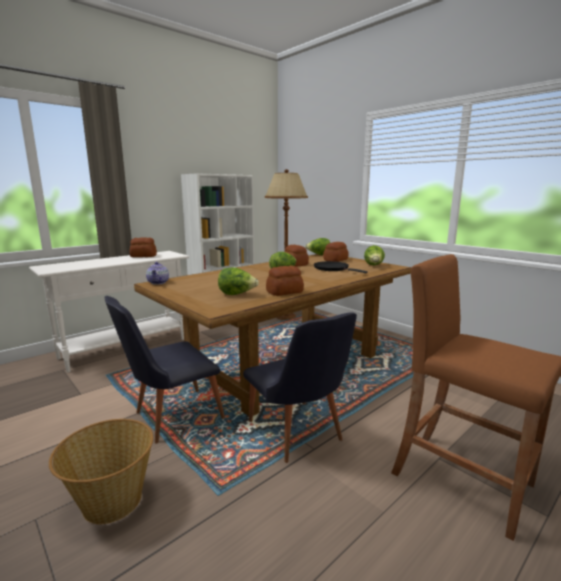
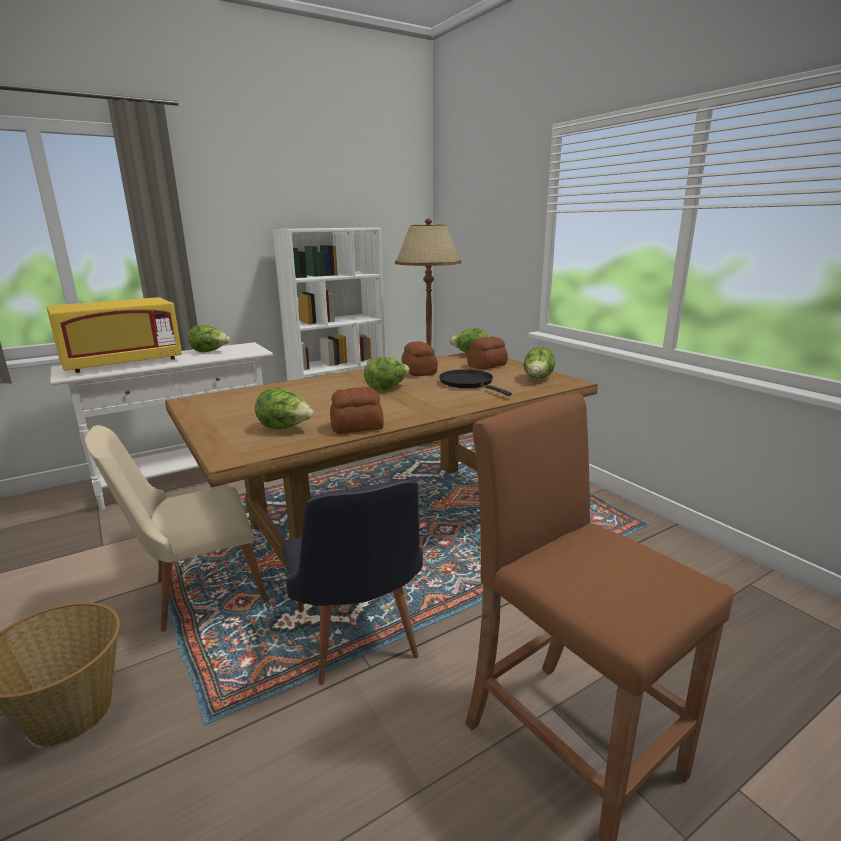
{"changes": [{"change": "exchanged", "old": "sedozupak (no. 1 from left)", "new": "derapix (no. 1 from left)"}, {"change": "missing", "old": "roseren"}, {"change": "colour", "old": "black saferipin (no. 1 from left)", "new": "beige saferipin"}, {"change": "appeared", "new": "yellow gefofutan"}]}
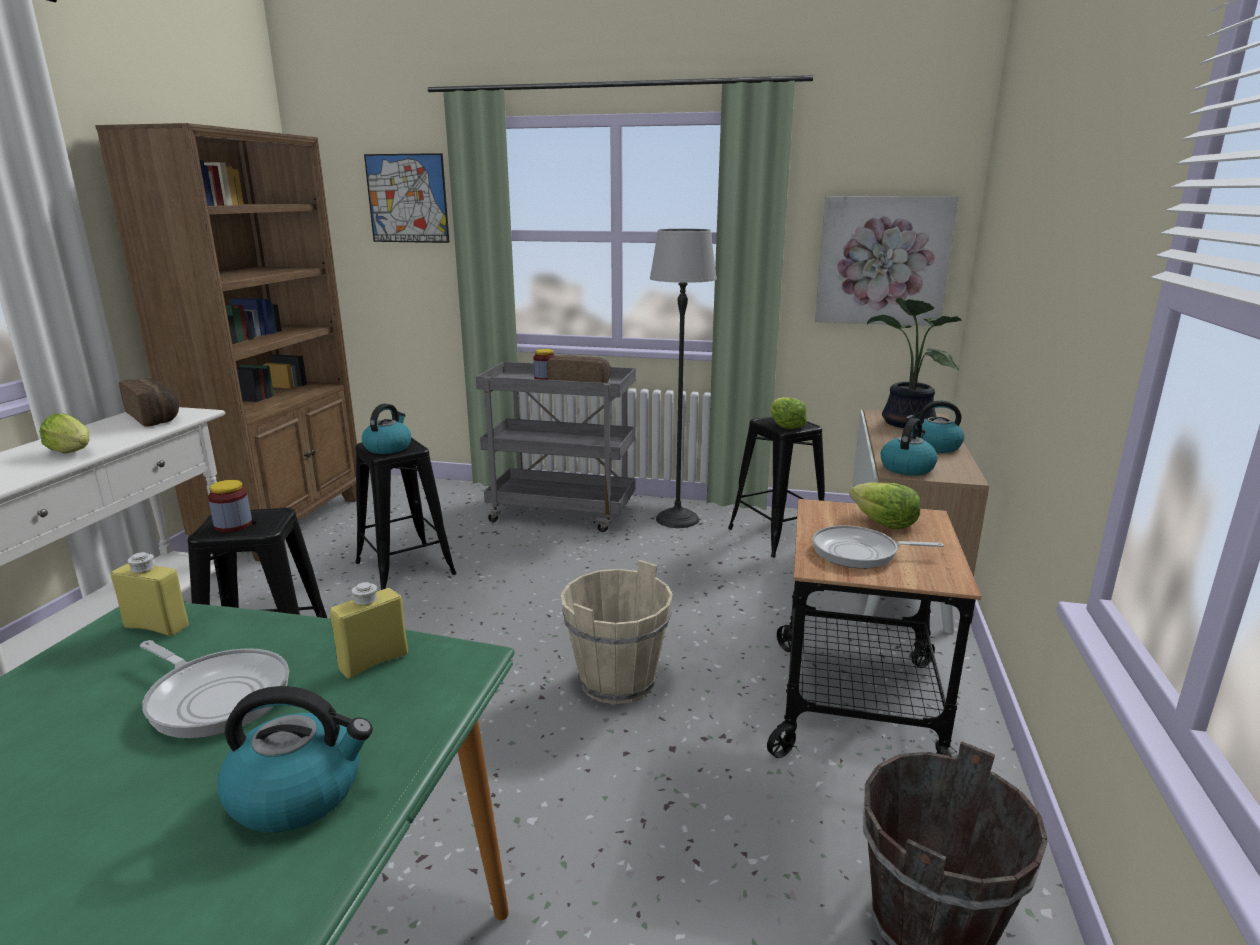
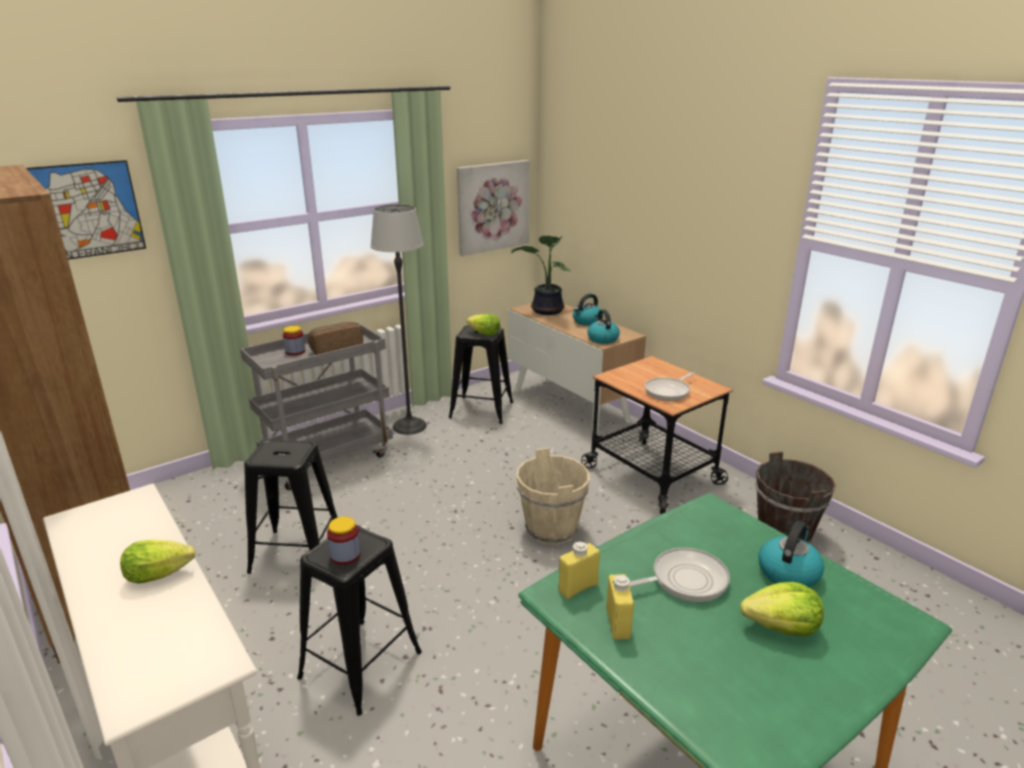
{"changes": [{"change": "missing", "old": "sedozupak (no. 1 from left)"}, {"change": "missing", "old": "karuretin (no. 2 from left)"}, {"change": "relocated", "old": "derapix (no. 3 from left)"}, {"change": "relocated", "old": "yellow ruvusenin (no. 2 from left)"}]}
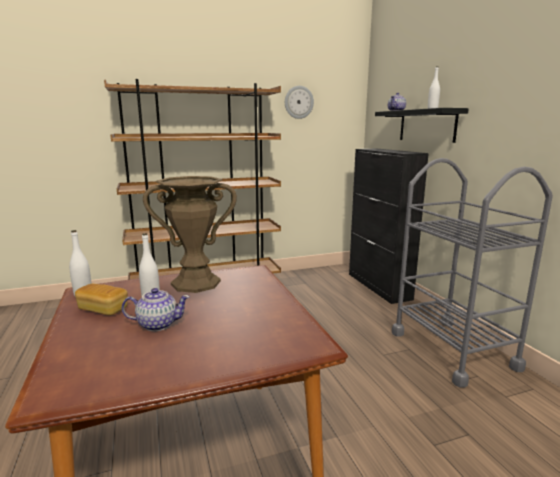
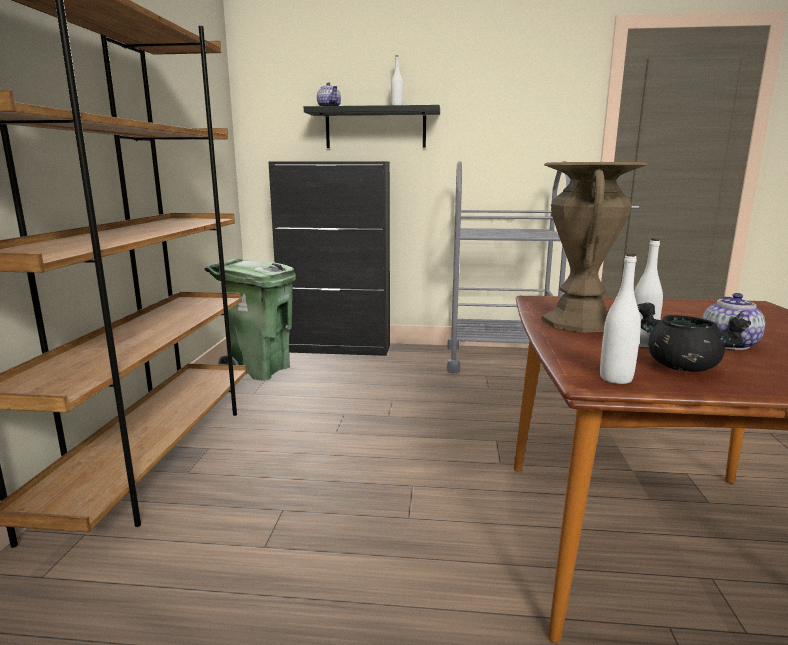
{"changes": [{"change": "missing", "old": "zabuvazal"}, {"change": "exchanged", "old": "sedozupak", "new": "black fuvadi"}, {"change": "appeared", "new": "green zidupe"}]}
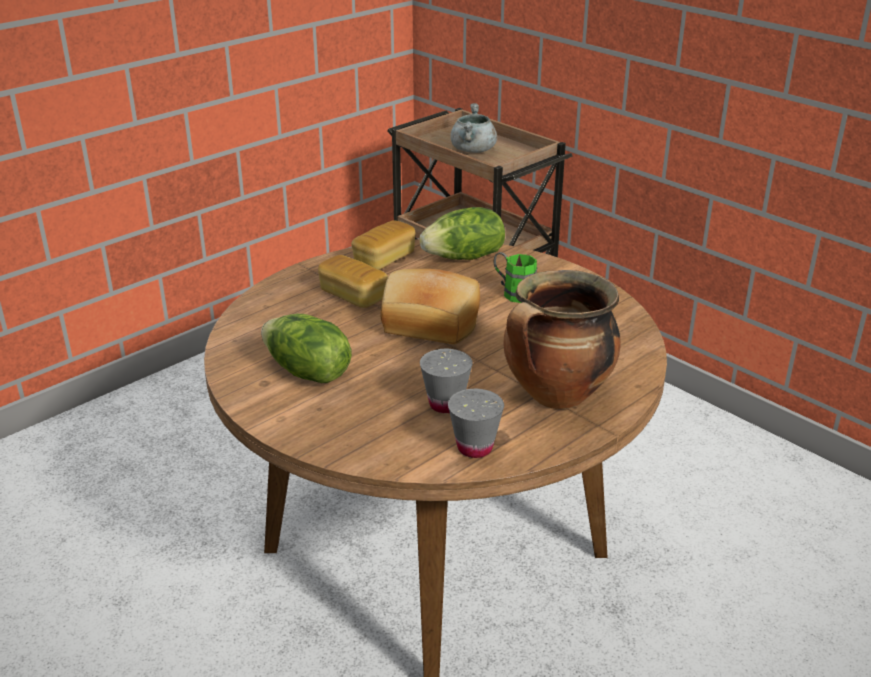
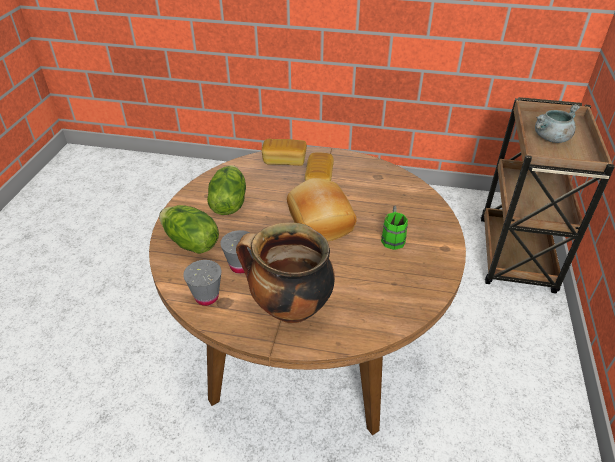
{"changes": [{"change": "relocated", "old": "derapix (no. 2 from left in the first image)", "new": "derapix (no. 1 from left)"}, {"change": "relocated", "old": "sedozupak (no. 2 from left in the first image)", "new": "sedozupak (no. 1 from left)"}]}
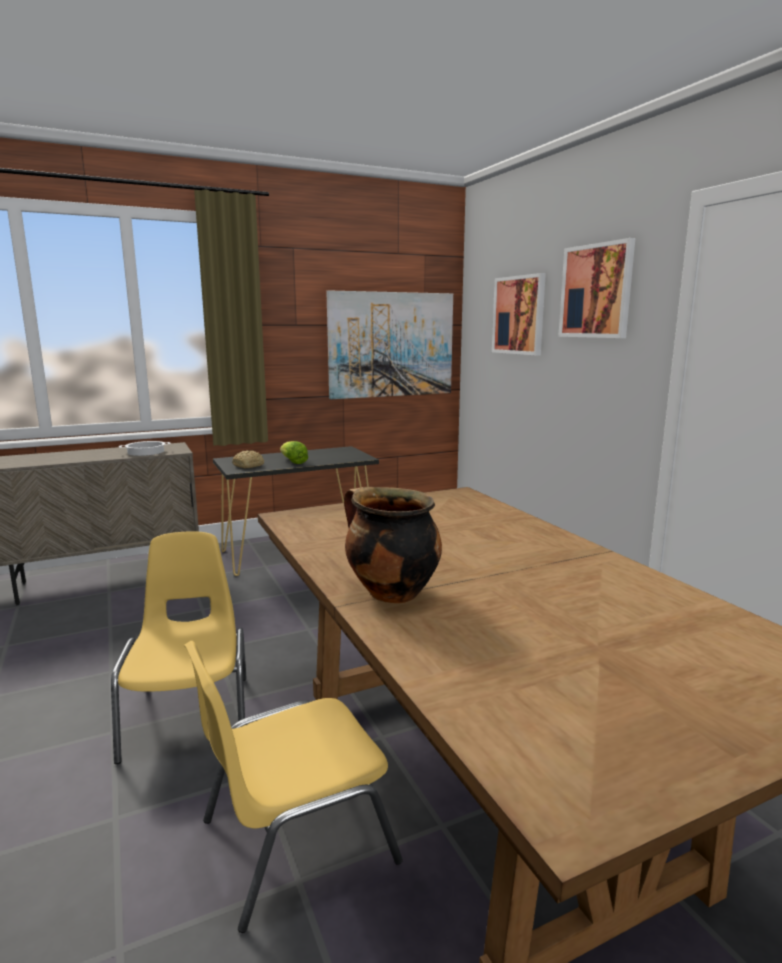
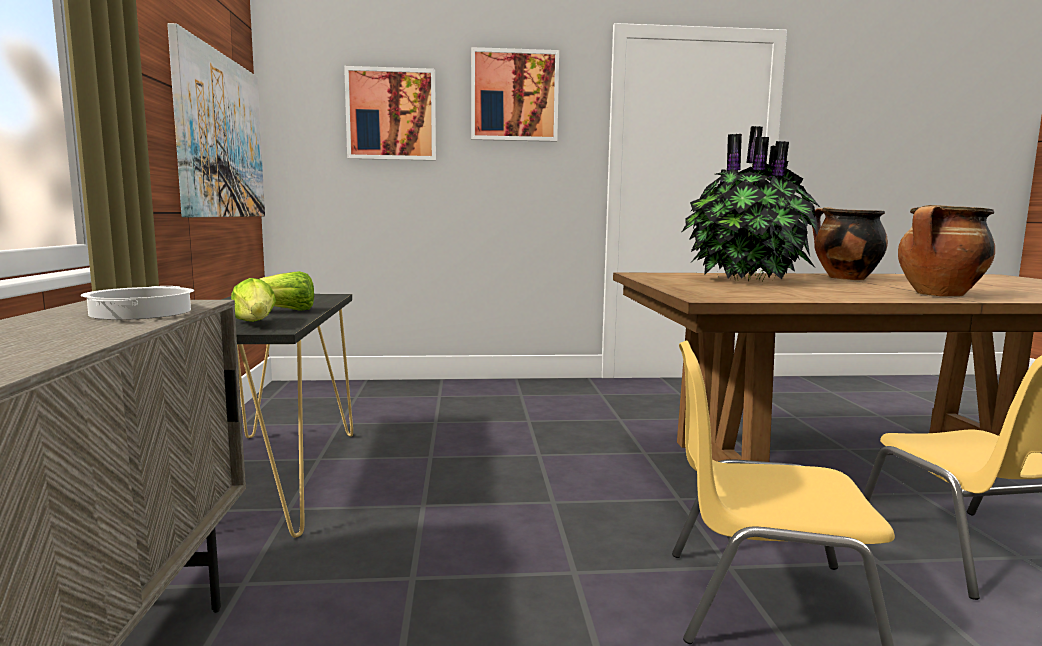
{"changes": [{"change": "exchanged", "old": "sedozupak", "new": "derapix (no. 1 from left)"}, {"change": "appeared", "new": "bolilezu"}, {"change": "appeared", "new": "fuvadi (no. 2 from left)"}]}
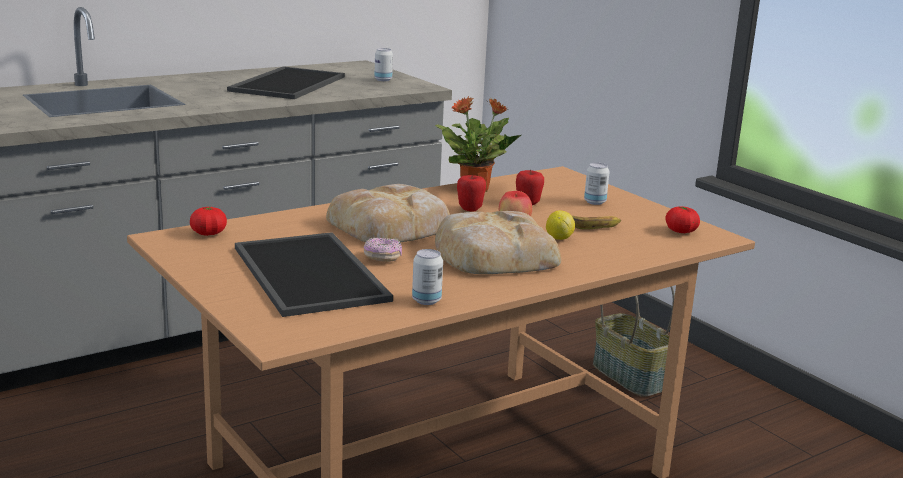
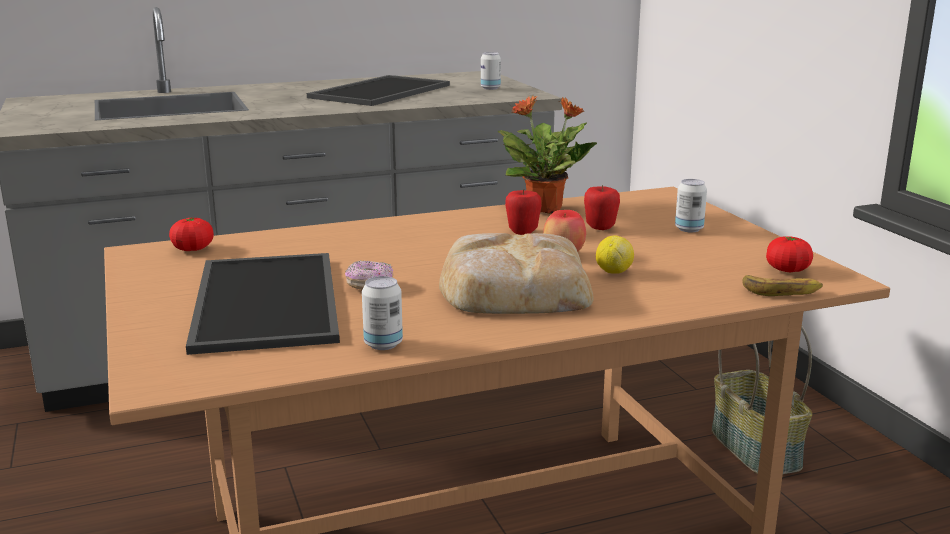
{"changes": [{"change": "missing", "old": "sedozupak (no. 1 from left)"}, {"change": "relocated", "old": "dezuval"}]}
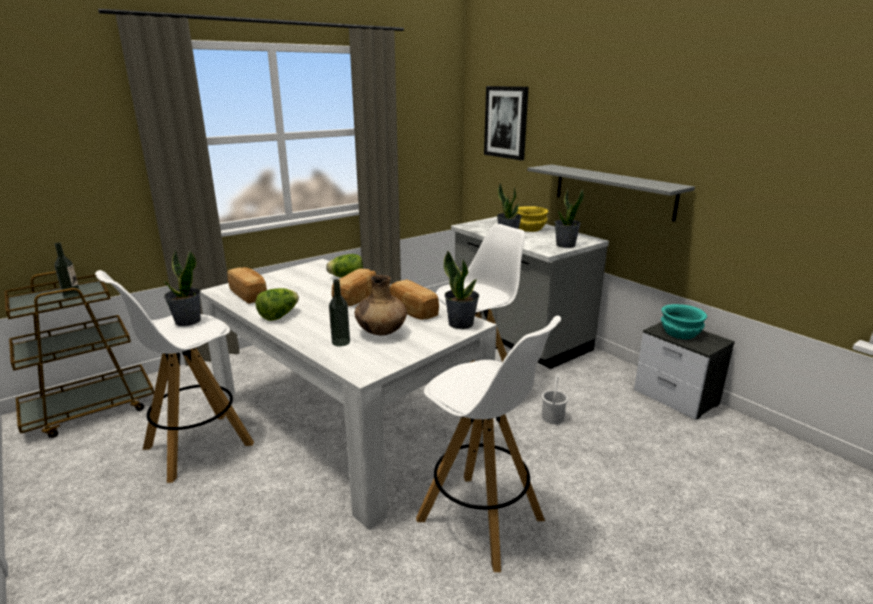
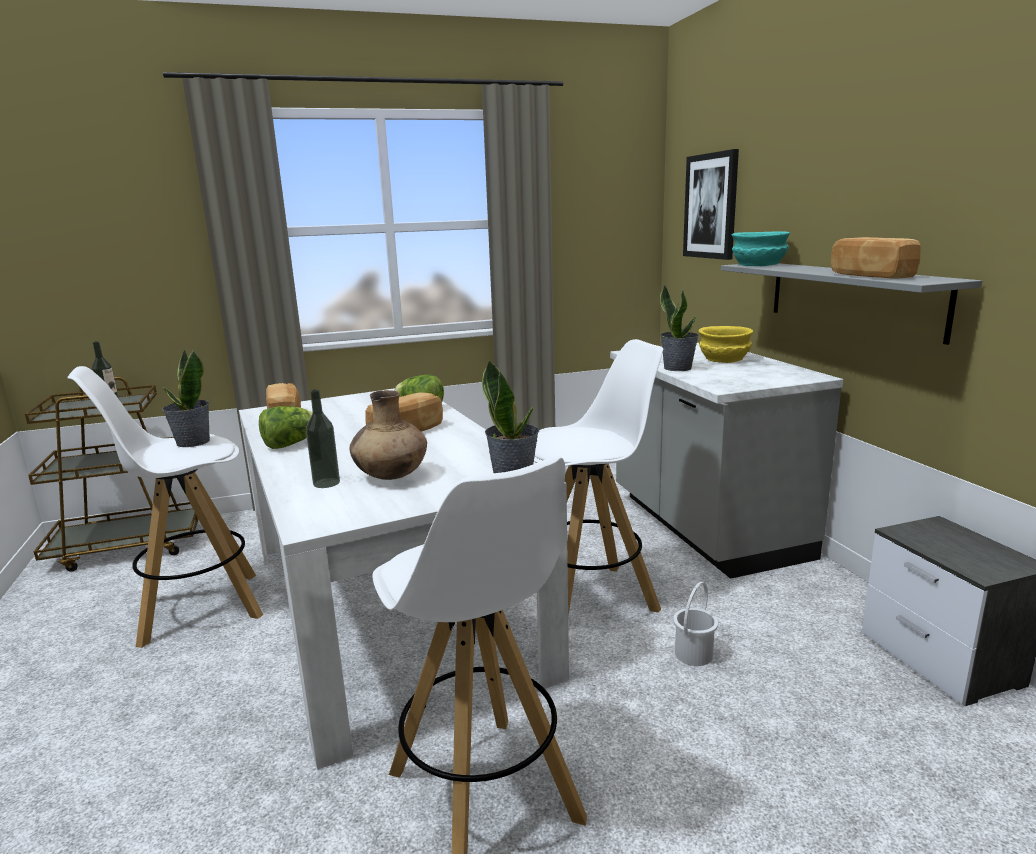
{"changes": [{"change": "missing", "old": "bolilezu (no. 4 from left)"}, {"change": "relocated", "old": "sedozupak (no. 3 from left)"}, {"change": "relocated", "old": "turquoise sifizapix"}]}
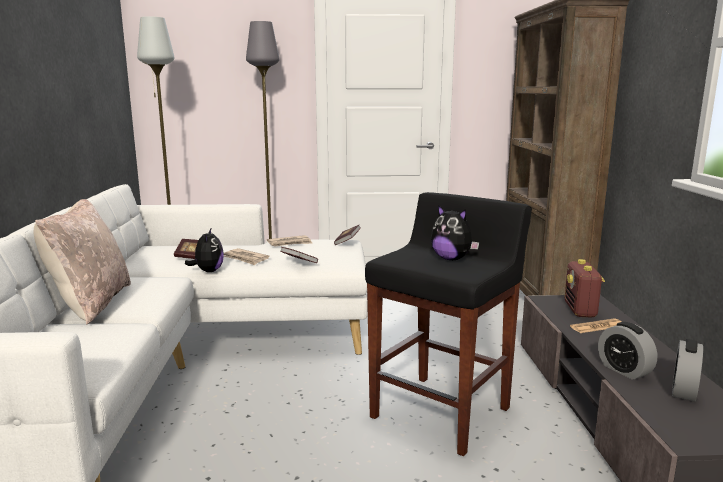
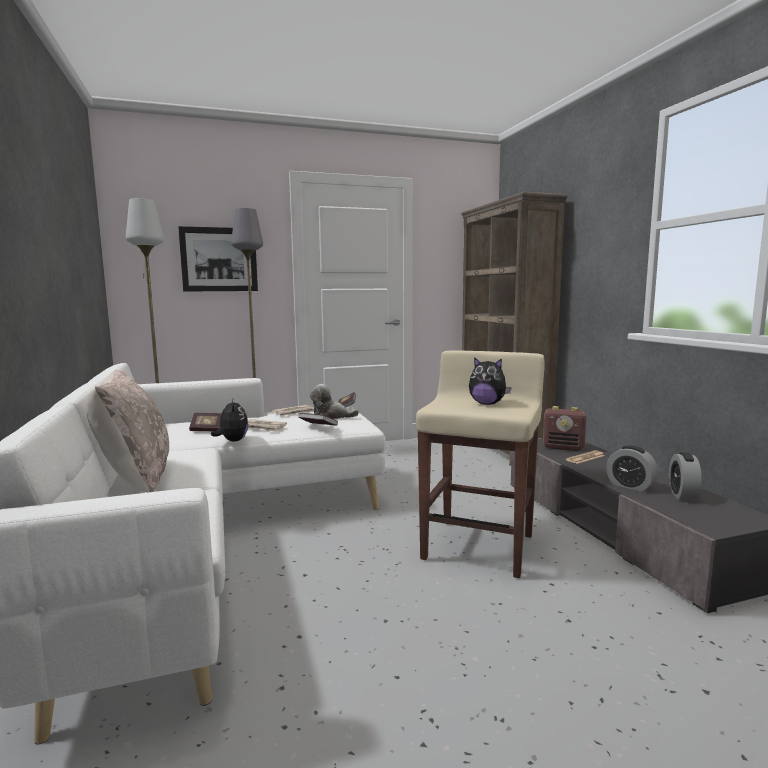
{"changes": [{"change": "colour", "old": "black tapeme", "new": "beige tapeme"}, {"change": "spun", "old": "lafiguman", "degrees": -60}, {"change": "appeared", "new": "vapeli"}, {"change": "appeared", "new": "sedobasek (no. 2 from left)"}]}
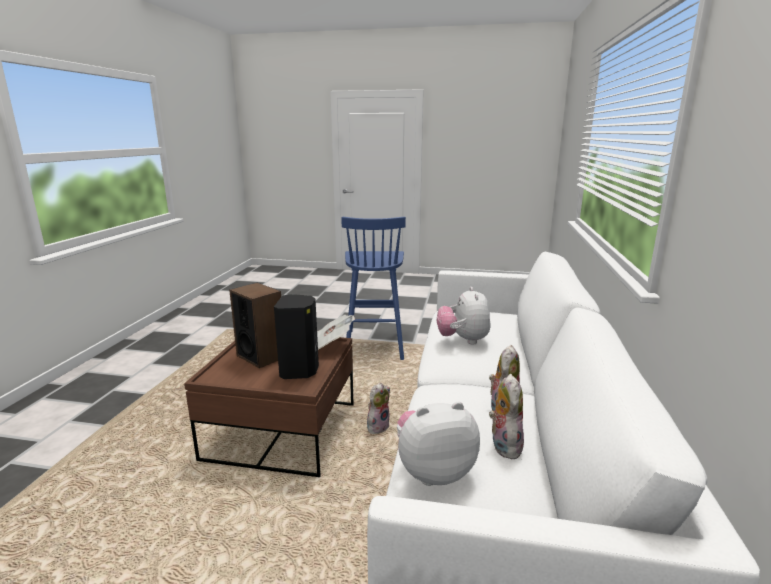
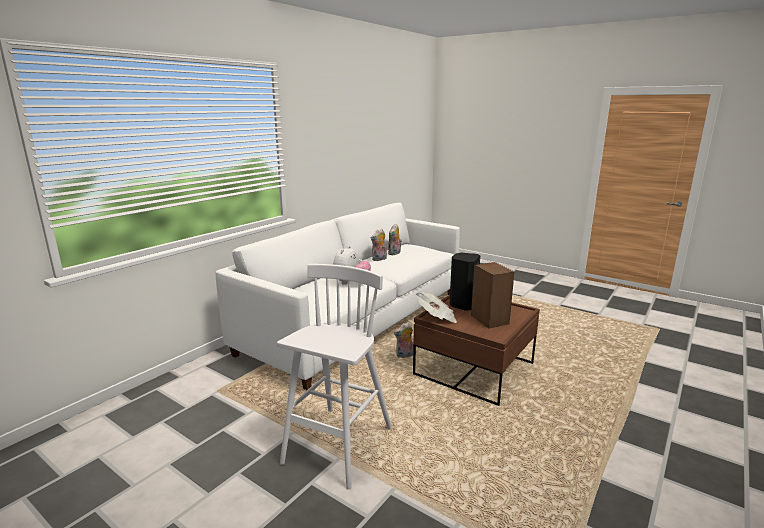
{"changes": [{"change": "colour", "old": "blue tapeme", "new": "white tapeme"}, {"change": "missing", "old": "sedobasek (no. 2 from left)"}]}
